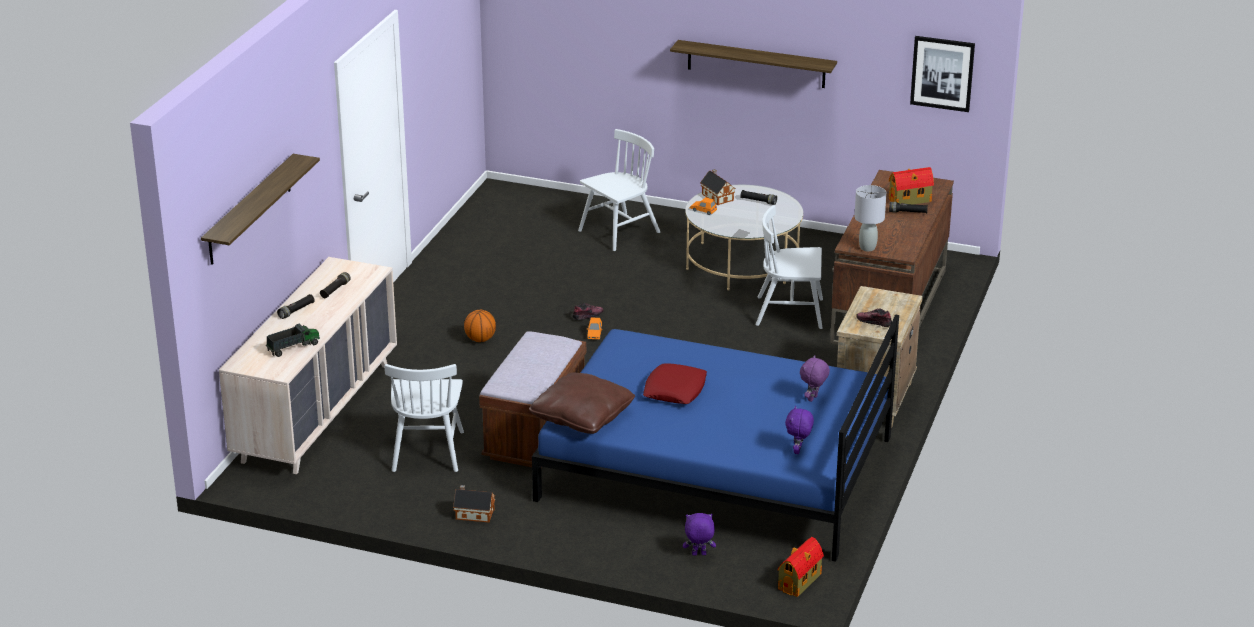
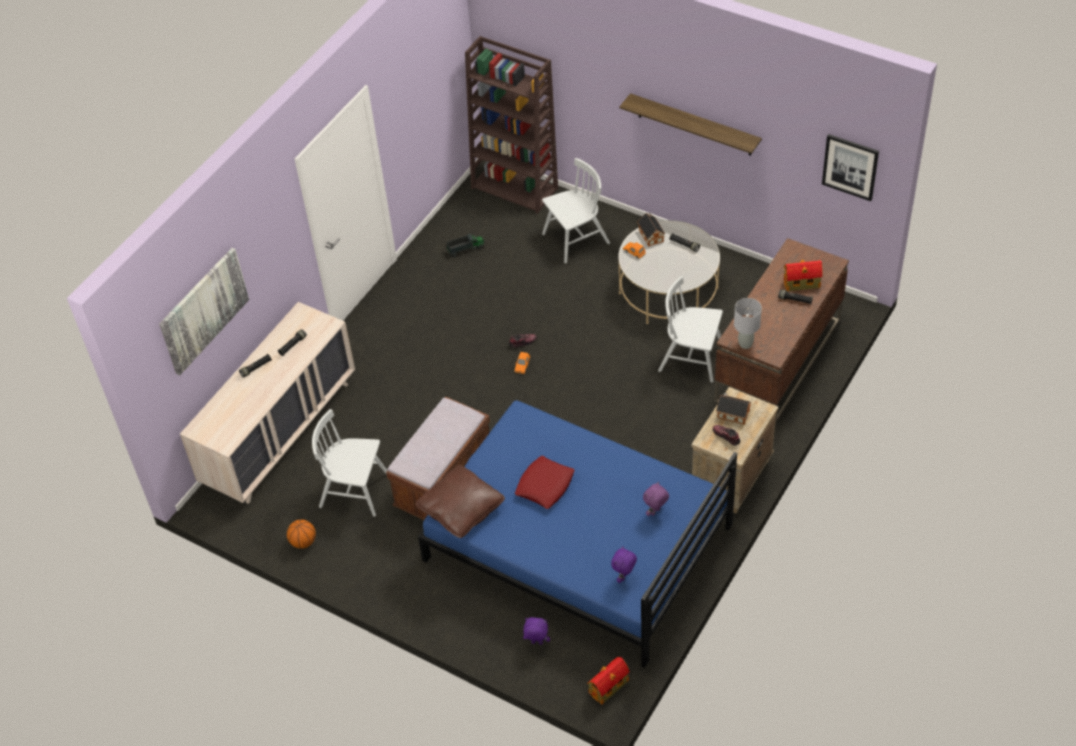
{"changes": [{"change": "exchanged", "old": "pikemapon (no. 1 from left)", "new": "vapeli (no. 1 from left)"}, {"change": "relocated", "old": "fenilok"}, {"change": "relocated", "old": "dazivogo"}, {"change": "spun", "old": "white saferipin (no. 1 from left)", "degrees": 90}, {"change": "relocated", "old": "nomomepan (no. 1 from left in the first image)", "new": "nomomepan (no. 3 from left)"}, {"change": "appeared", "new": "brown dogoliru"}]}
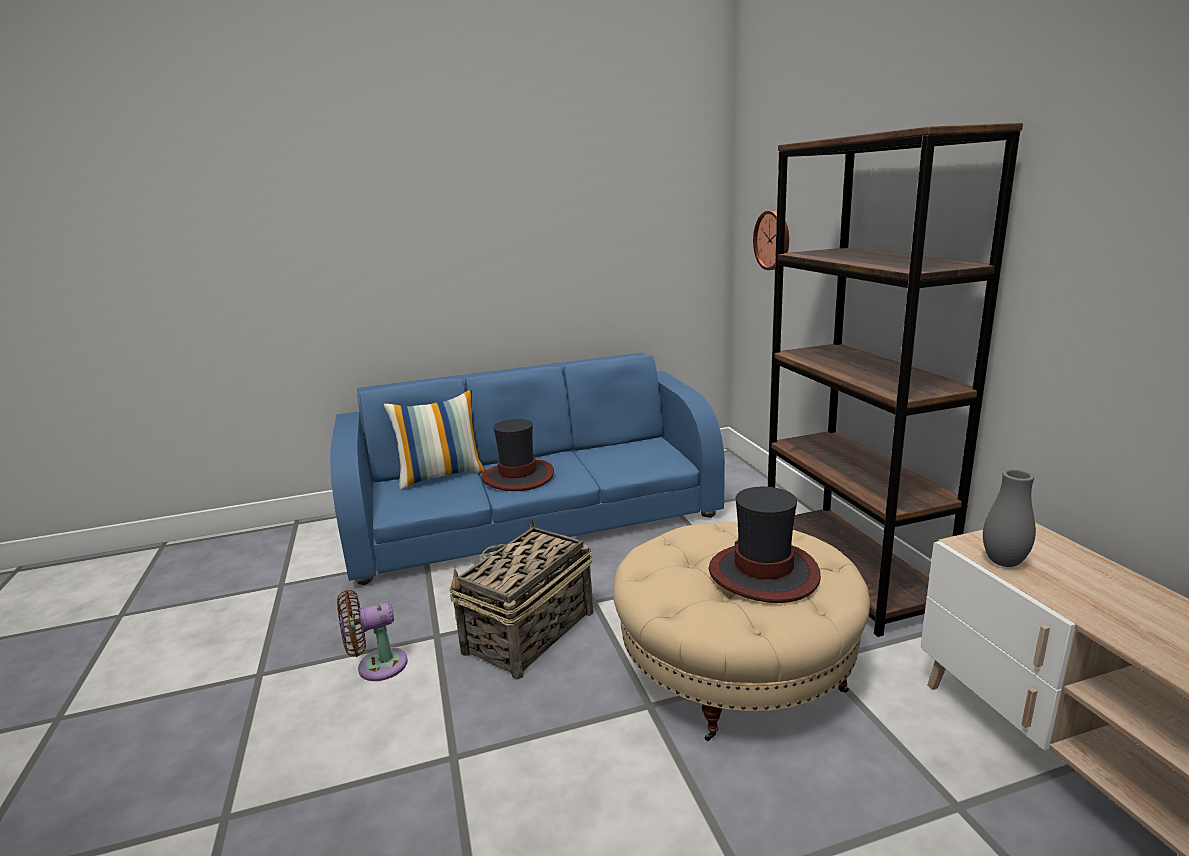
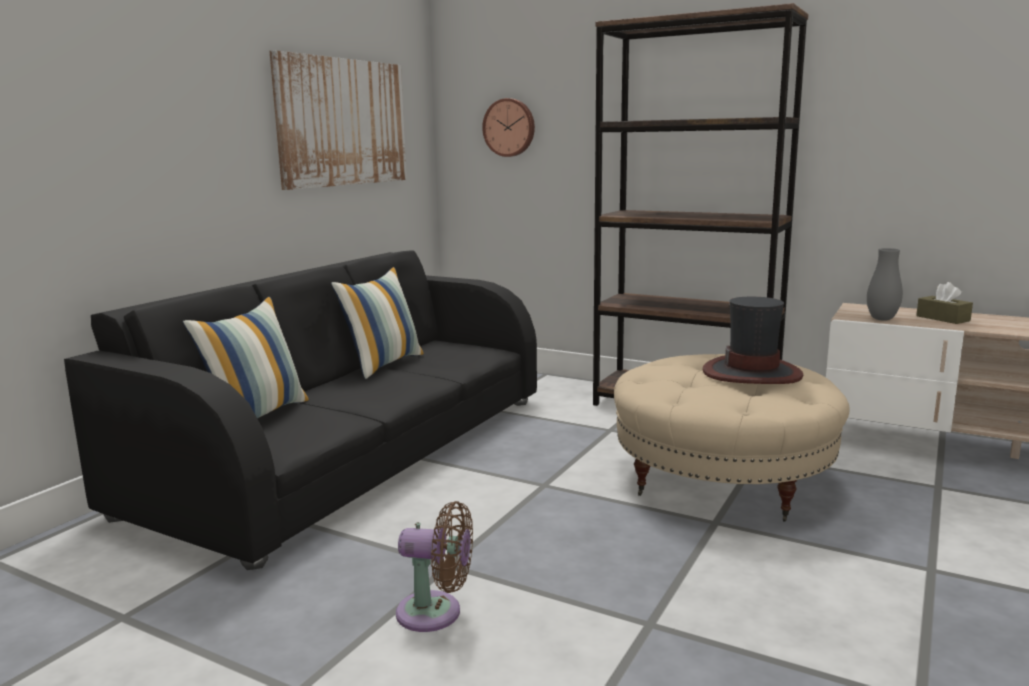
{"changes": [{"change": "colour", "old": "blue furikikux", "new": "black furikikux"}, {"change": "missing", "old": "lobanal (no. 1 from left)"}, {"change": "missing", "old": "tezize"}, {"change": "spun", "old": "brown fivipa", "degrees": -105}, {"change": "appeared", "new": "vapeli"}, {"change": "appeared", "new": "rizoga (no. 2 from left)"}, {"change": "appeared", "new": "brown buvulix"}]}
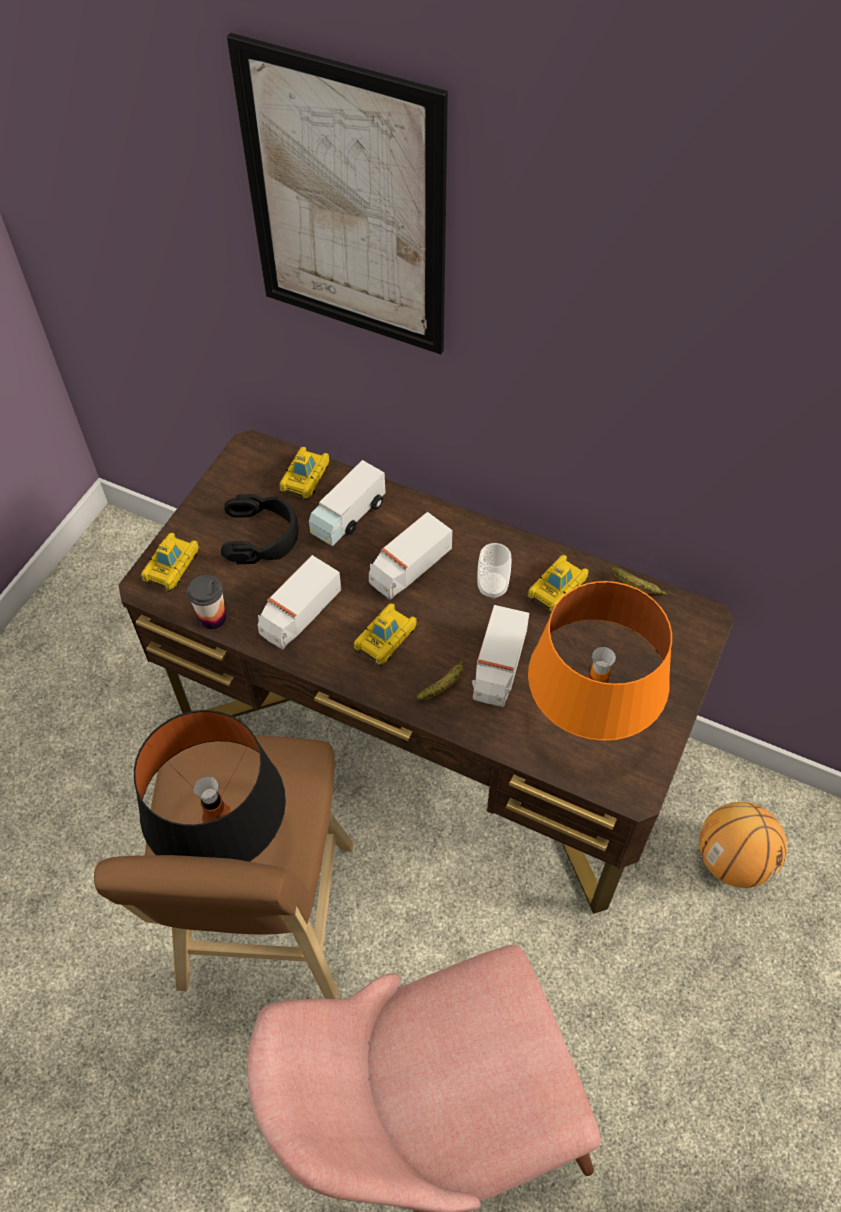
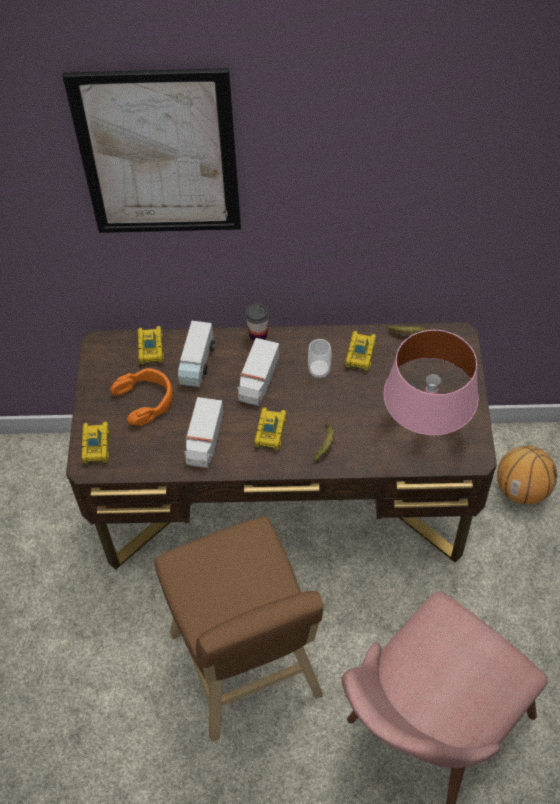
{"changes": [{"change": "colour", "old": "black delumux", "new": "orange delumux"}, {"change": "relocated", "old": "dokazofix (no. 1 from left)"}, {"change": "colour", "old": "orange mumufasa", "new": "pink mumufasa"}, {"change": "missing", "old": "dazivogo (no. 4 from left)"}, {"change": "missing", "old": "black mumufasa"}]}
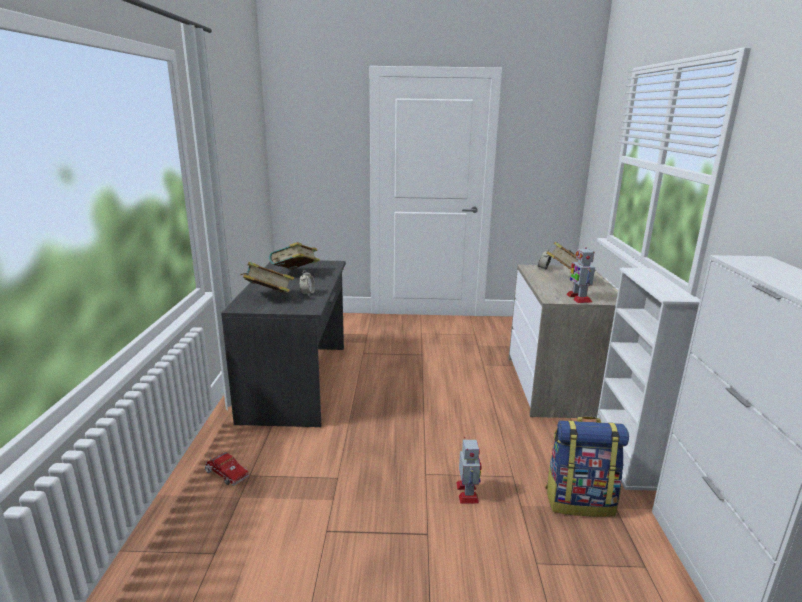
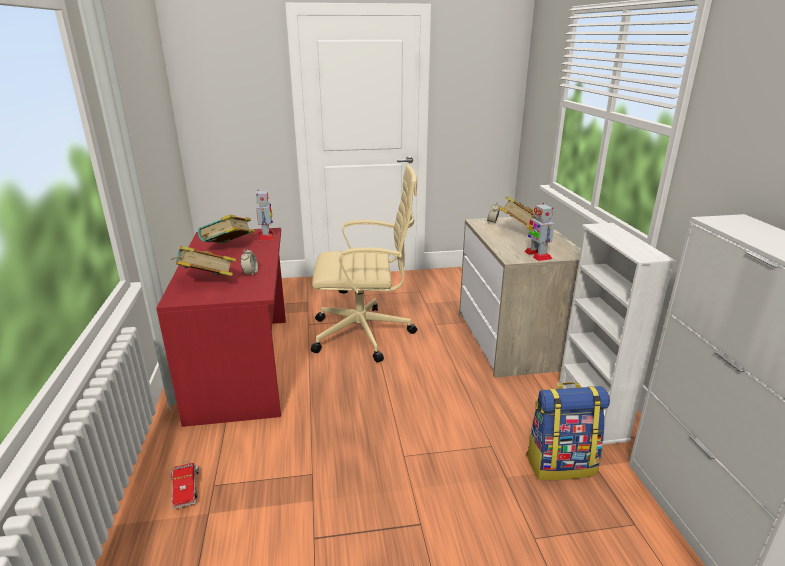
{"changes": [{"change": "colour", "old": "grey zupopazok", "new": "red zupopazok"}, {"change": "relocated", "old": "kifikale (no. 1 from left)"}, {"change": "spun", "old": "dazivogo", "degrees": 45}, {"change": "appeared", "new": "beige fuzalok"}]}
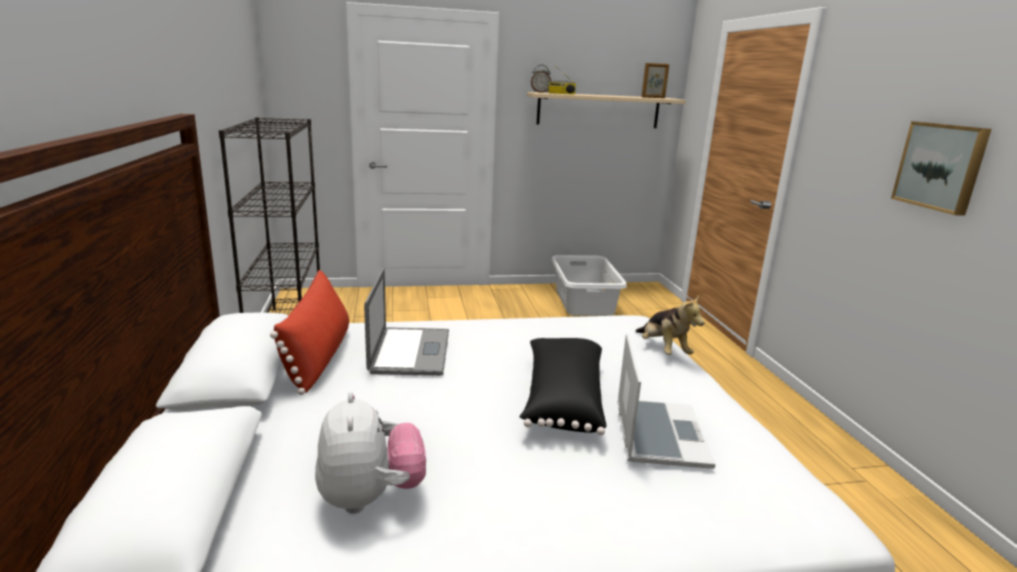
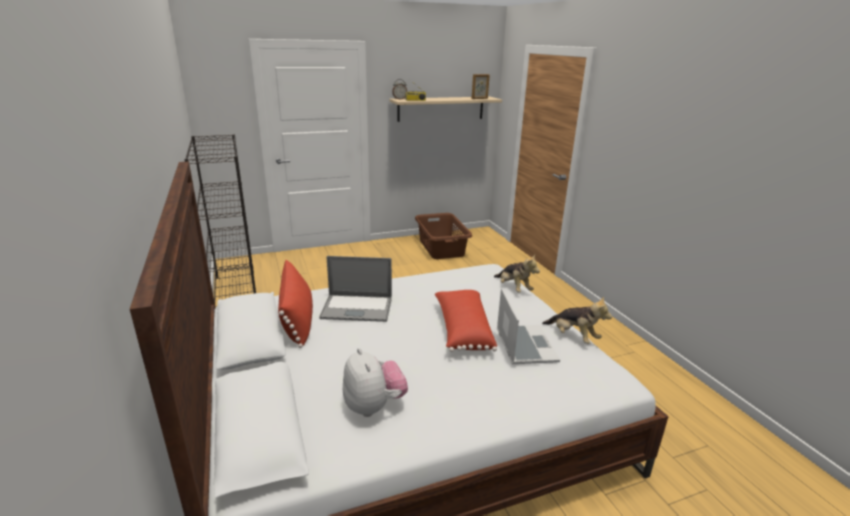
{"changes": [{"change": "missing", "old": "vapeli"}, {"change": "colour", "old": "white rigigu", "new": "brown rigigu"}, {"change": "spun", "old": "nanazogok (no. 1 from left)", "degrees": 105}, {"change": "colour", "old": "black rizoga", "new": "red rizoga (no. 2 from left)"}, {"change": "appeared", "new": "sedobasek (no. 3 from left)"}]}
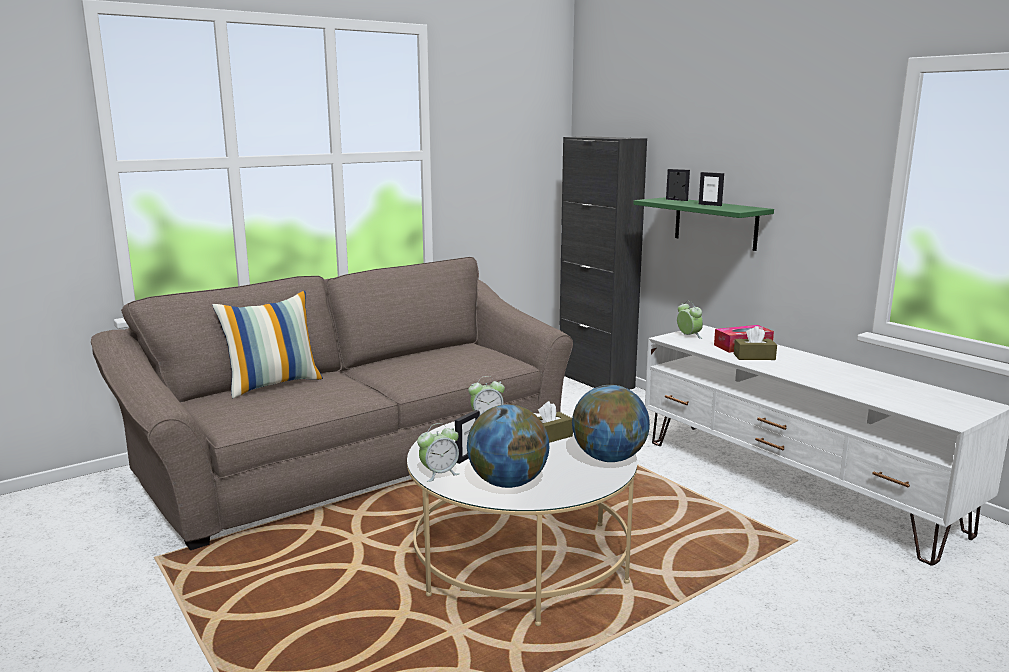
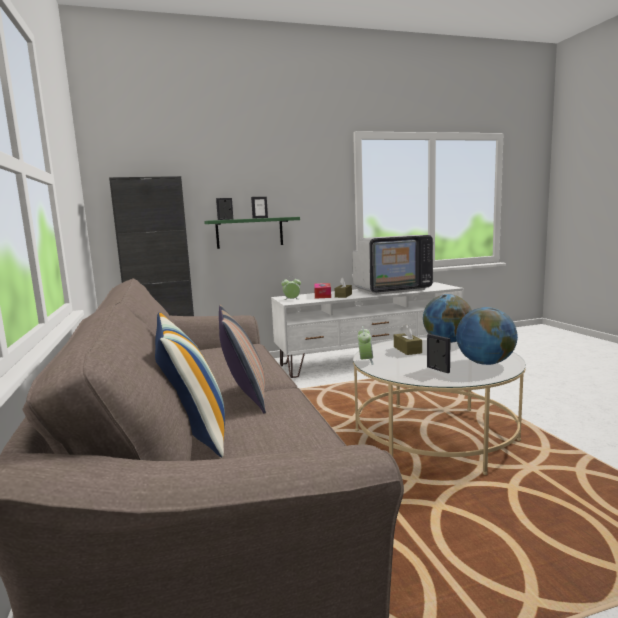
{"changes": [{"change": "missing", "old": "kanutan (no. 1 from left)"}, {"change": "appeared", "new": "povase"}, {"change": "appeared", "new": "rizoga (no. 2 from left)"}]}
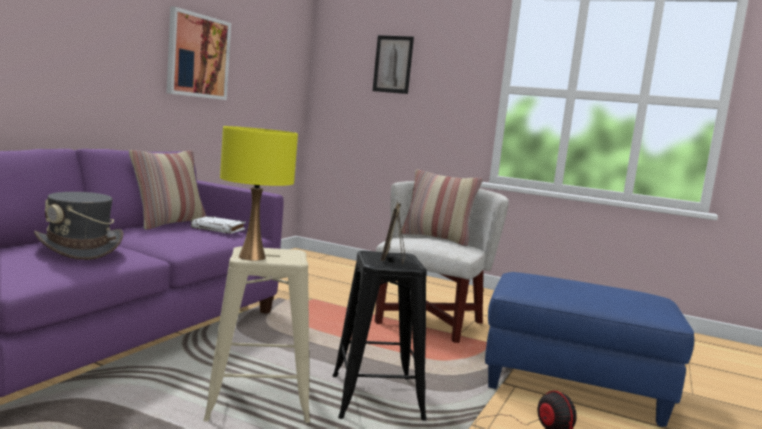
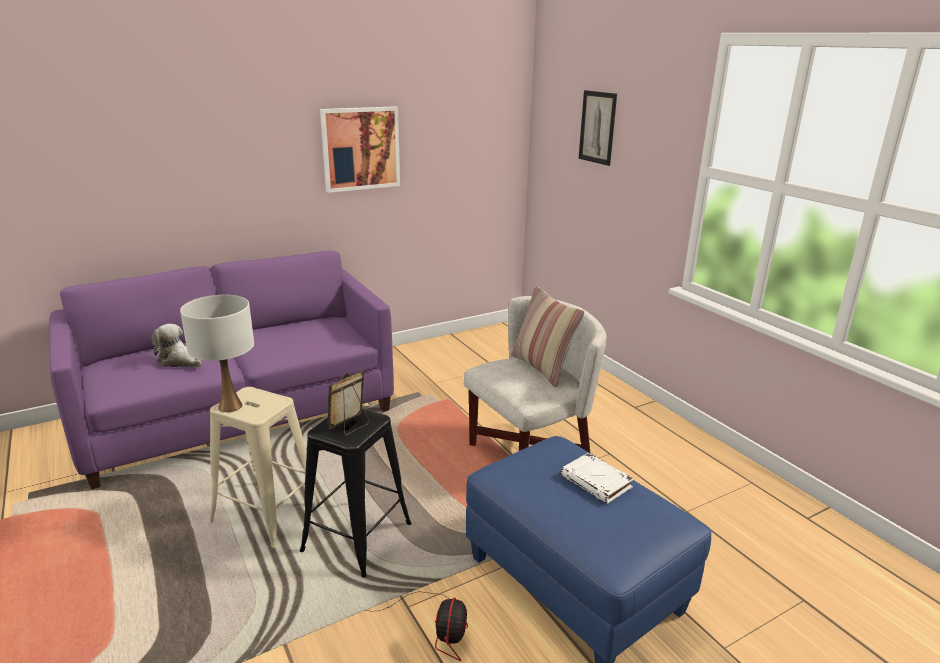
{"changes": [{"change": "colour", "old": "yellow mumufasa", "new": "white mumufasa"}, {"change": "missing", "old": "rizoga (no. 1 from left)"}, {"change": "exchanged", "old": "grey lobanal", "new": "sedobasek"}, {"change": "relocated", "old": "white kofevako"}]}
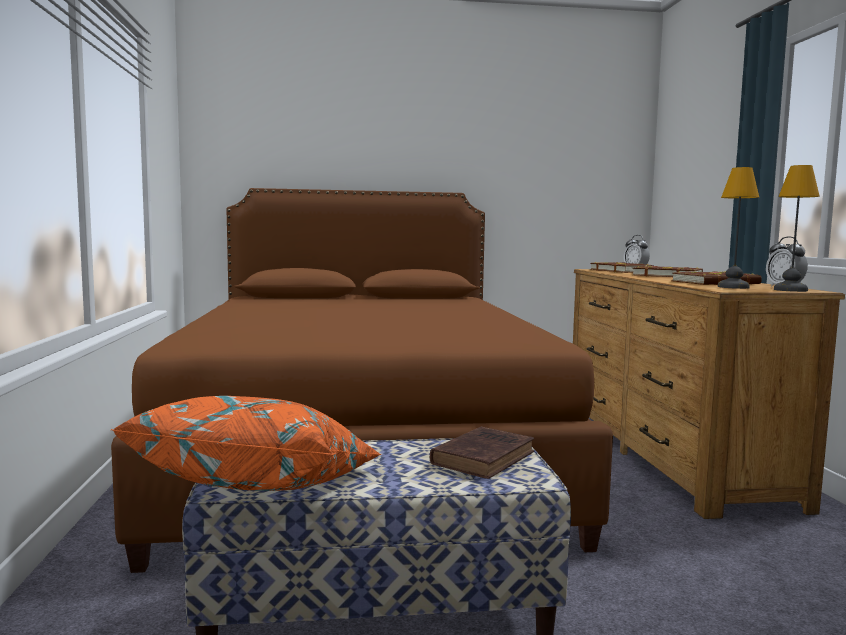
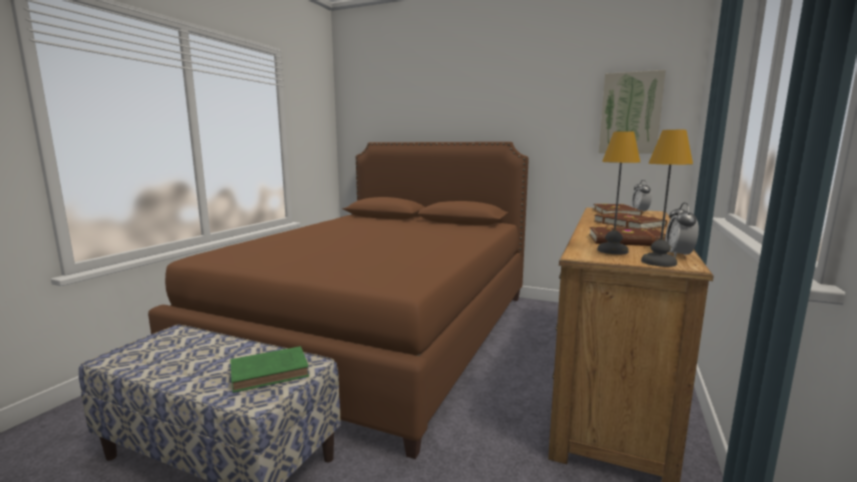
{"changes": [{"change": "missing", "old": "orange rizoga"}, {"change": "colour", "old": "brown kofevako (no. 1 from left)", "new": "green kofevako"}, {"change": "appeared", "new": "vapeli"}]}
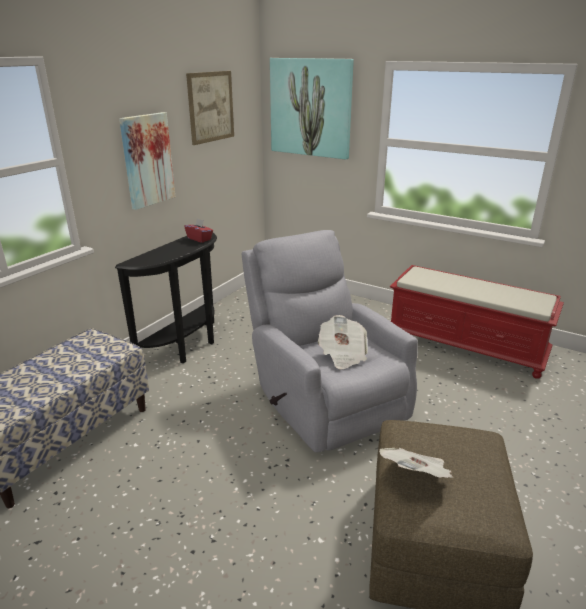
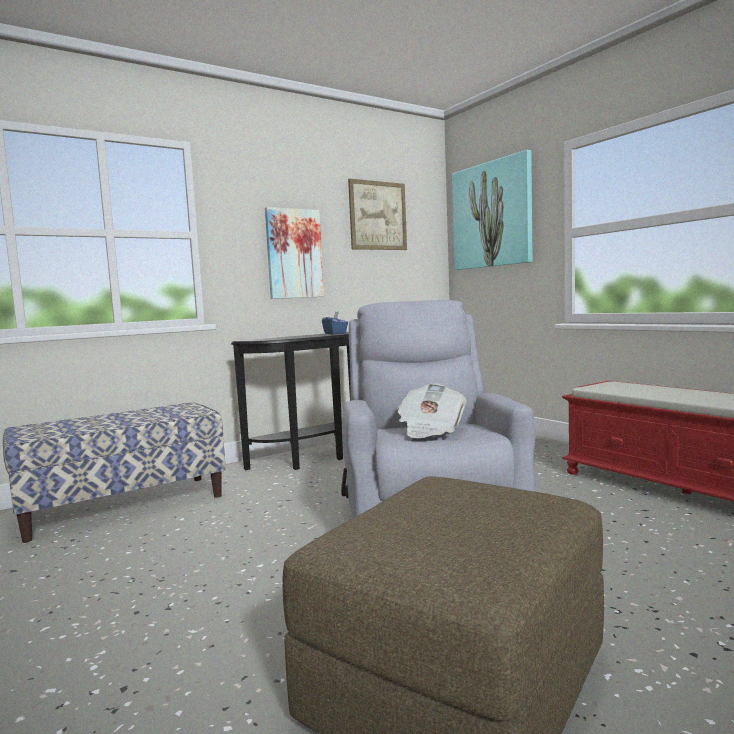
{"changes": [{"change": "colour", "old": "red buvulix", "new": "blue buvulix"}, {"change": "missing", "old": "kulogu (no. 2 from left)"}]}
